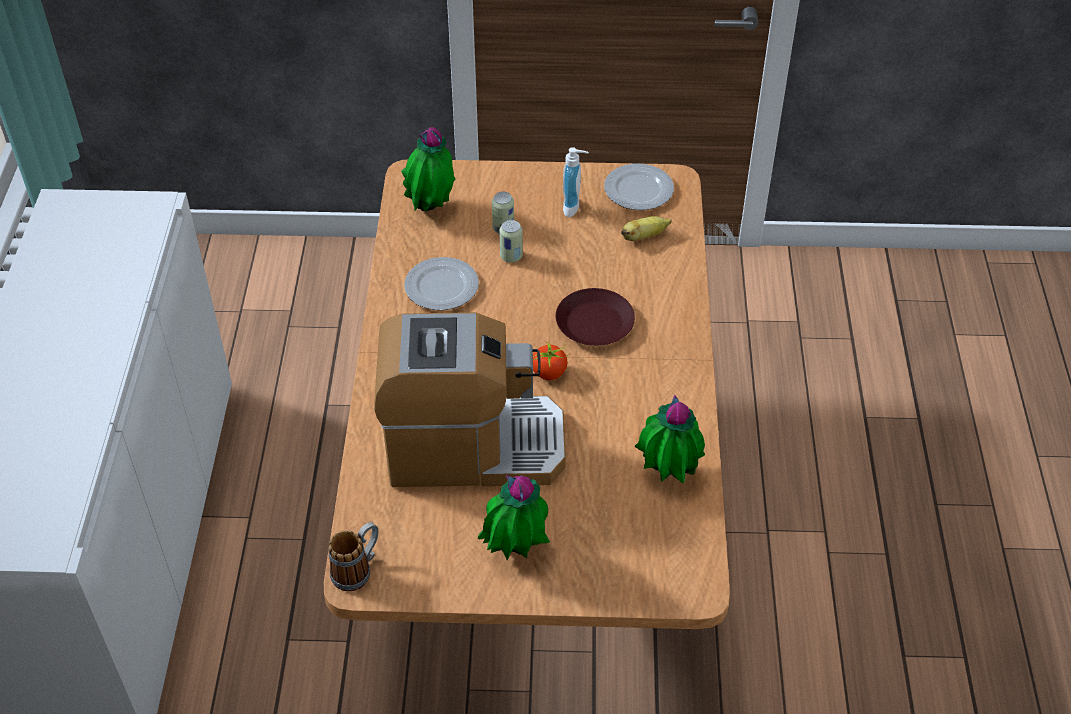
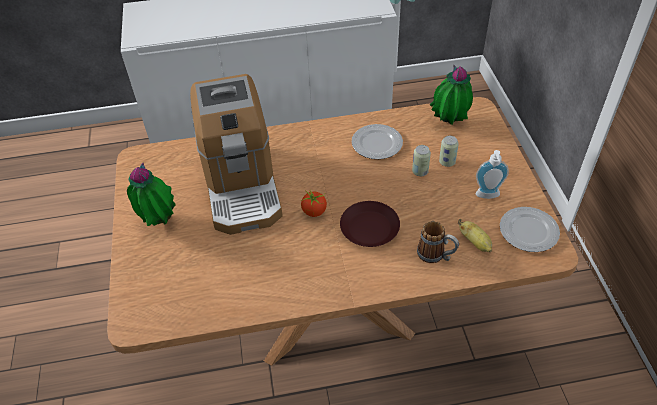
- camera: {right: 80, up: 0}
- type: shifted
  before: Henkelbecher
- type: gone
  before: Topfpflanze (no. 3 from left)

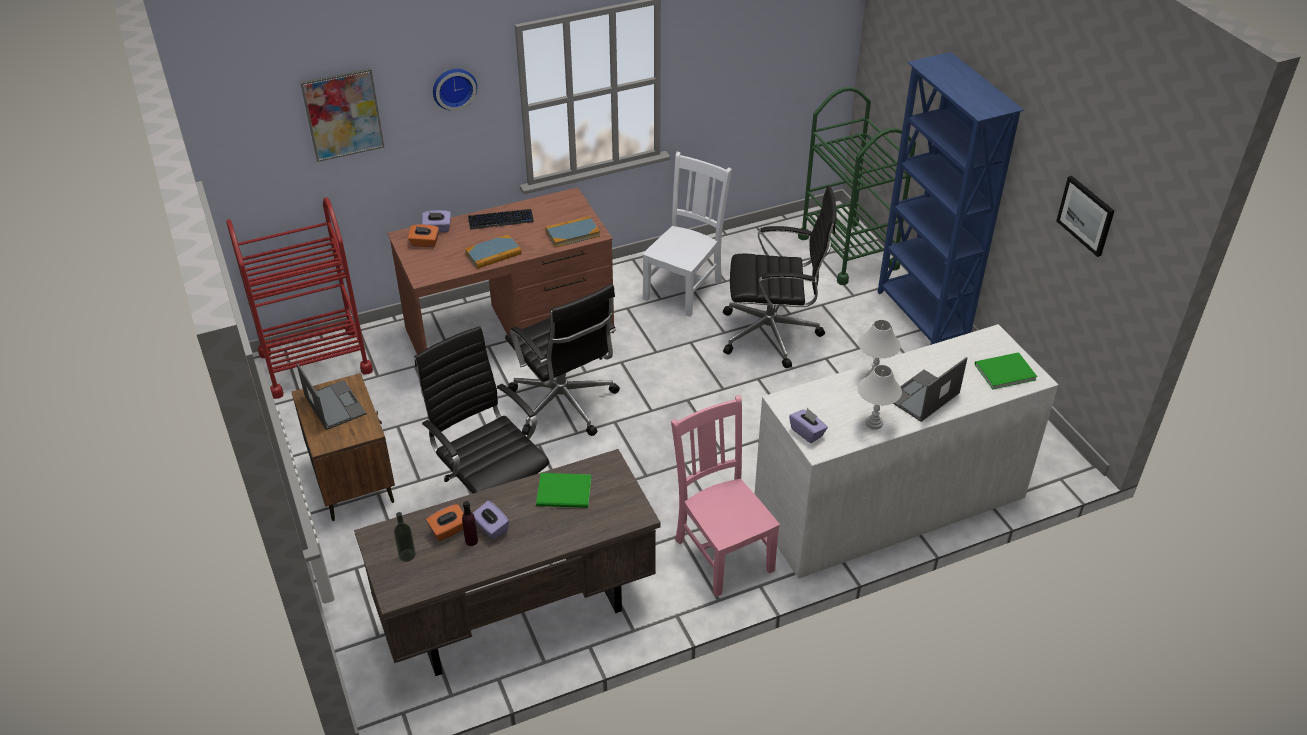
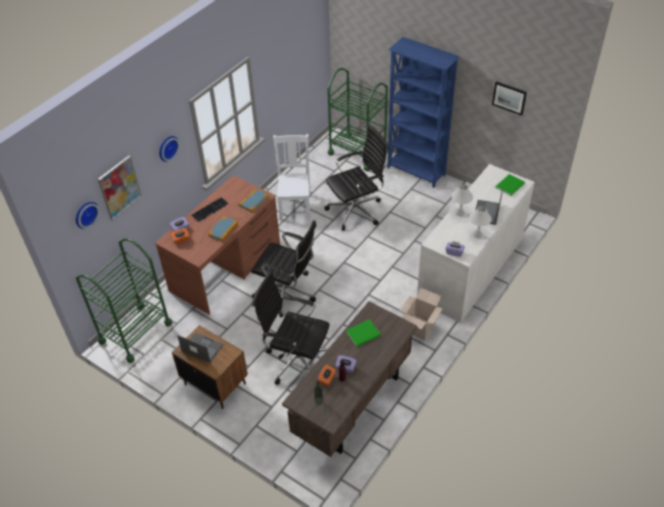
- camera: {right: -30, up: 5}
- type: new
  after: Wanduhr (no. 1 from left)
- type: repainted
  before: Rollwagen (rot)
  after: Rollwagen (grün) (no. 1 from left)
- type: swapped
  before: Stuhl (rosa)
  after: Karton

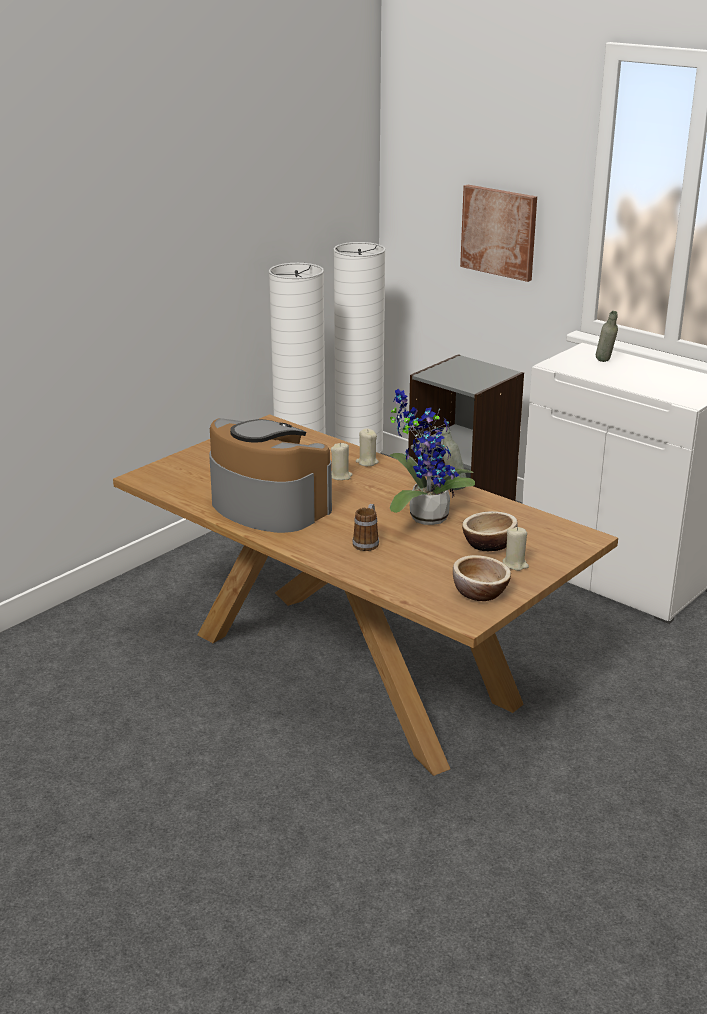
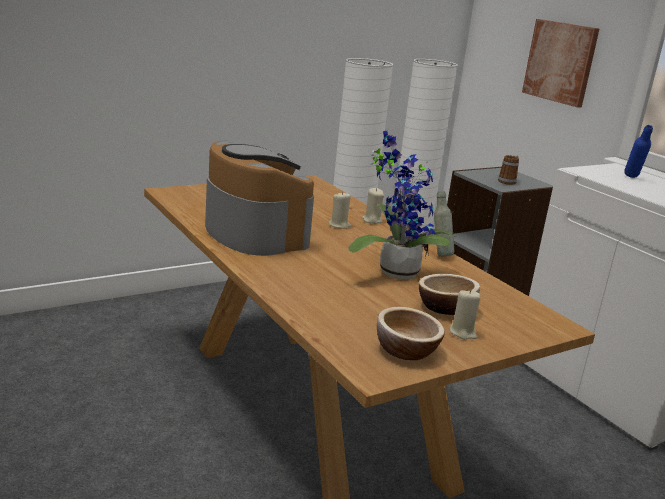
- camera: {right: 15, up: -5}
- type: shifted
  before: Henkelbecher
- type: repainted
  before: Flasche (grau) (no. 2 from left)
  after: Flasche (blau)

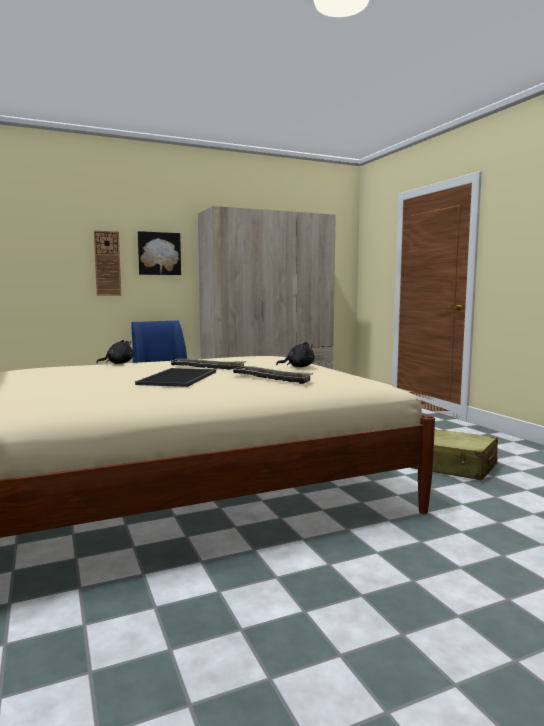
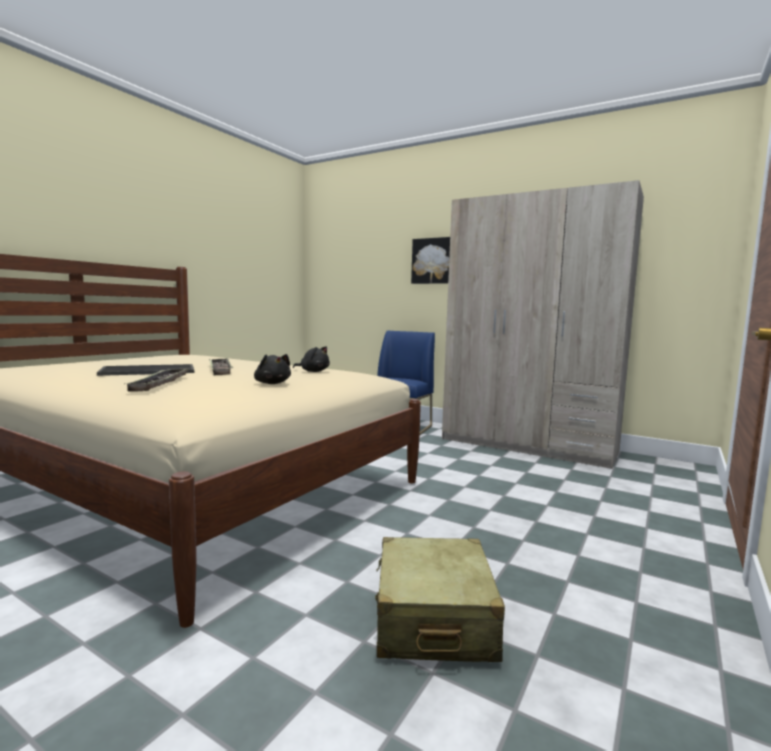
- camera: {right: 55, up: 0}
- type: shifted
  before: Plüschtier (schwarz) (no. 1 from left in the first image)
  after: Plüschtier (schwarz) (no. 2 from left)
- type: gone
  before: Wanduhr

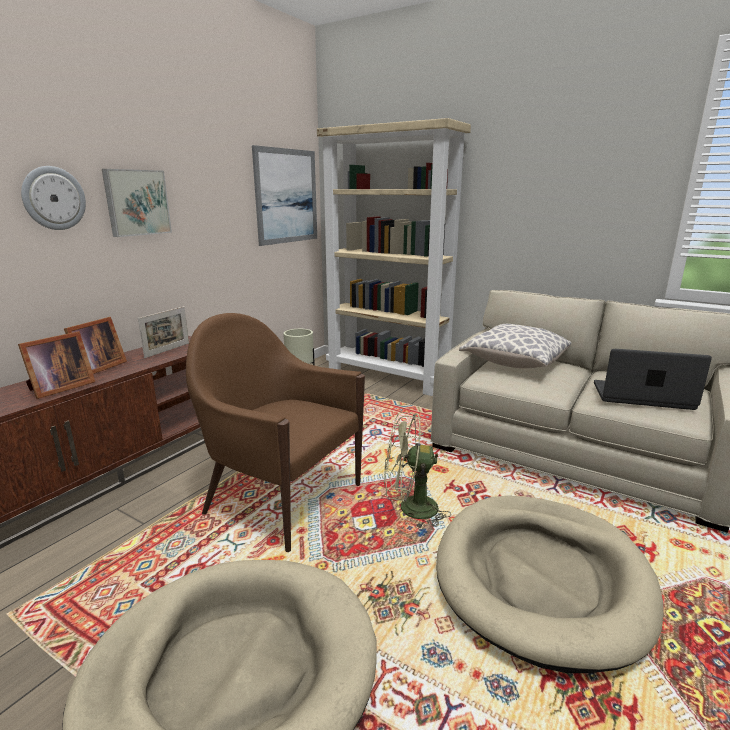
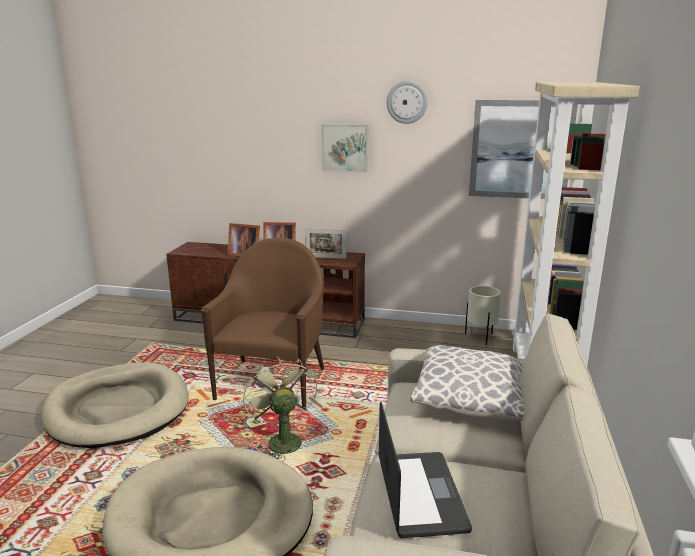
- camera: {right: 70, up: 0}
- type: shifted
  before: Wanduhr

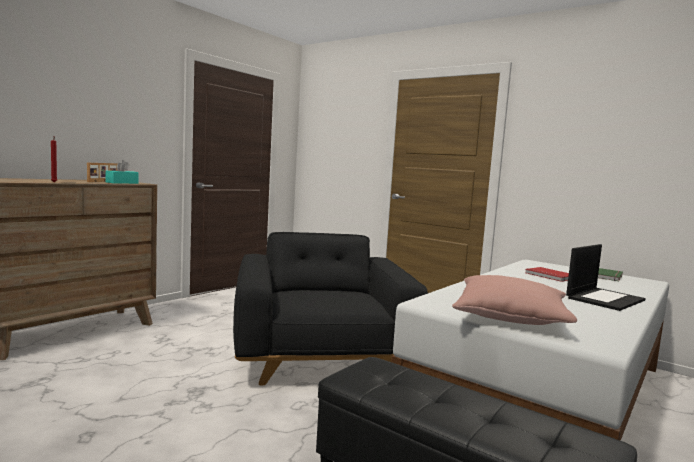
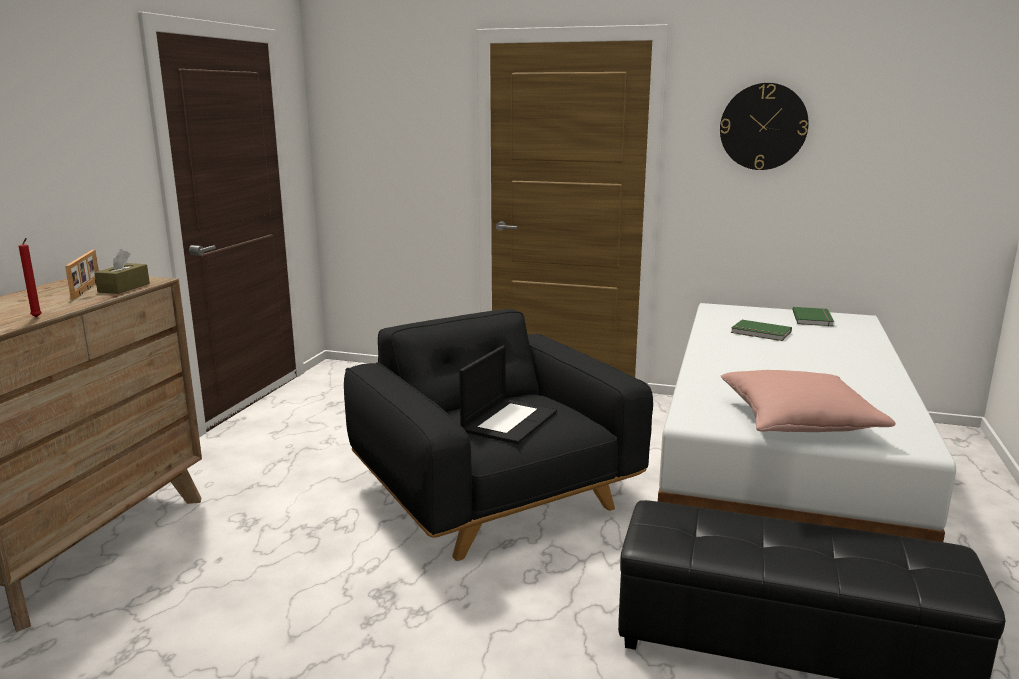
- camera: {right: -20, up: 10}
- type: repainted
  before: Taschentuchbox (türkis)
  after: Taschentuchbox (braun)
- type: shifted
  before: Laptop
- type: new
  after: Wanduhr
- type: repainted
  before: Buch (rot)
  after: Buch (grün) (no. 1 from left)

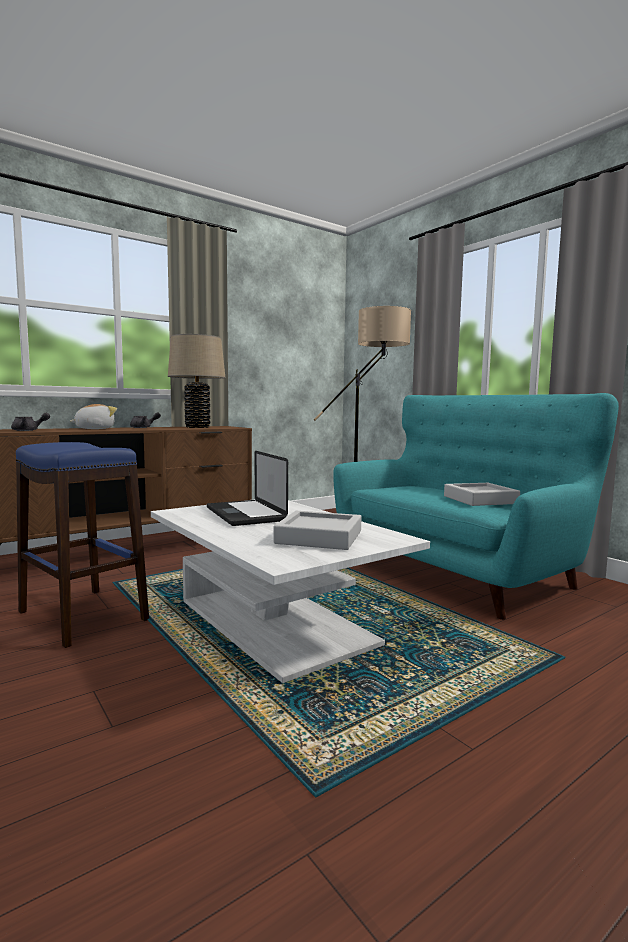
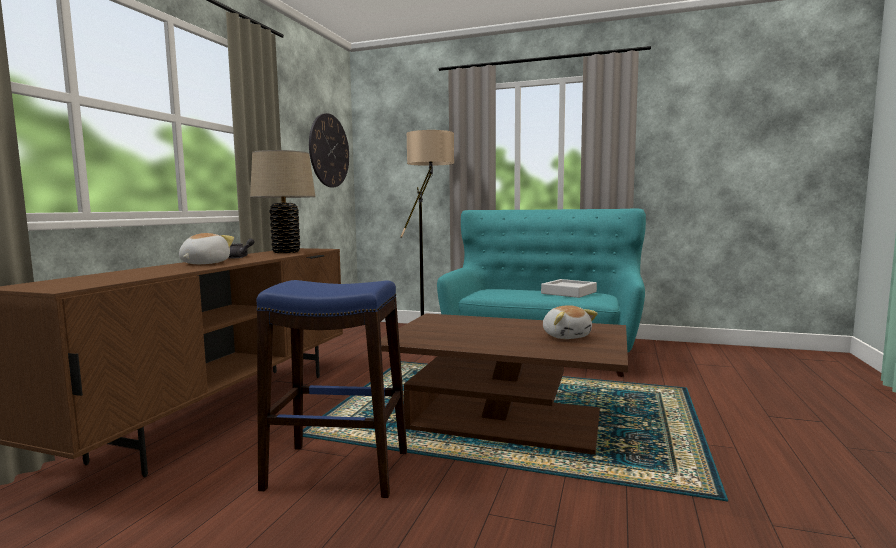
- camera: {right: -35, up: 0}
- type: new
  after: Wanduhr
- type: repainted
  before: Couchtisch (weiß)
  after: Couchtisch (braun)
- type: swapped
  before: Tablett (grau) (no. 1 from left)
  after: Plüschtier (no. 2 from left)
- type: gone
  before: Teekanne (grau) (no. 1 from left)
- type: gone
  before: Laptop

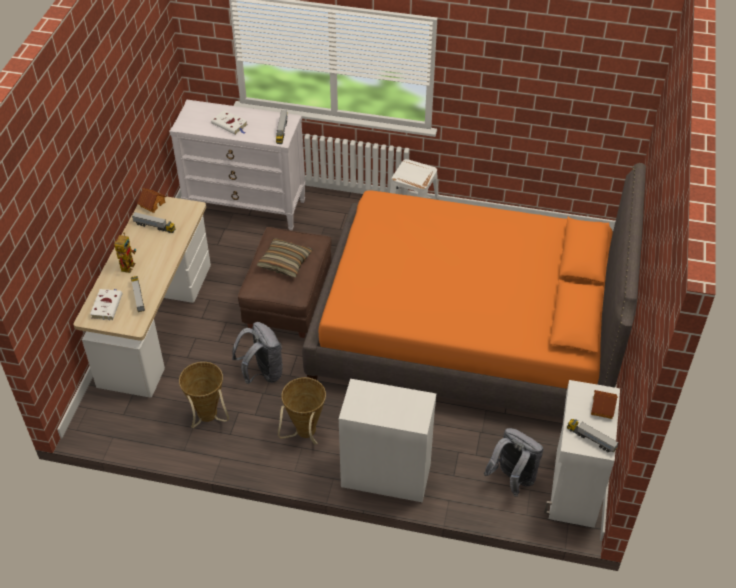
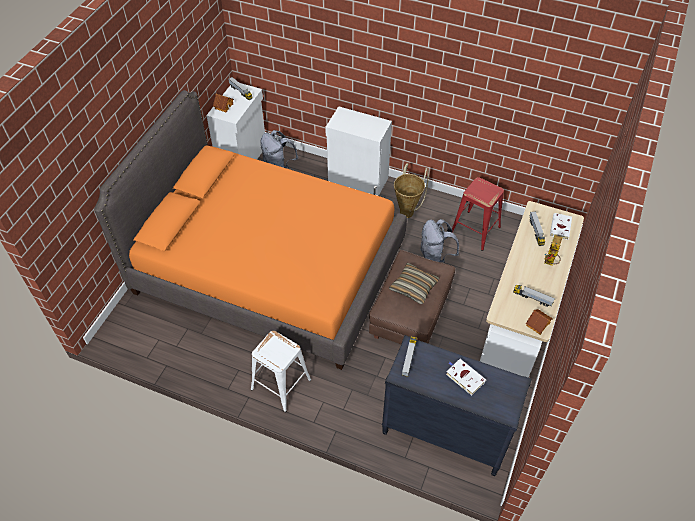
- camera: {right: -170, up: 5}
- type: repainted
  before: Kommode (weiß)
  after: Kommode (schwarz)
- type: swapped
  before: Korb (no. 1 from left)
  after: Hocker (rot)

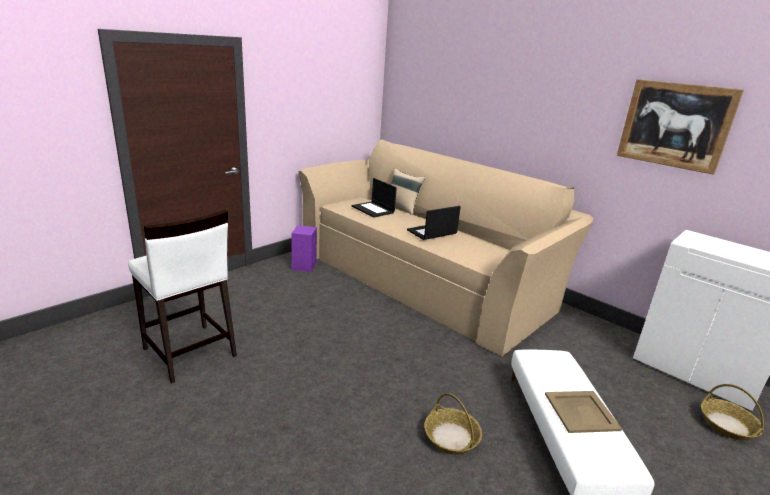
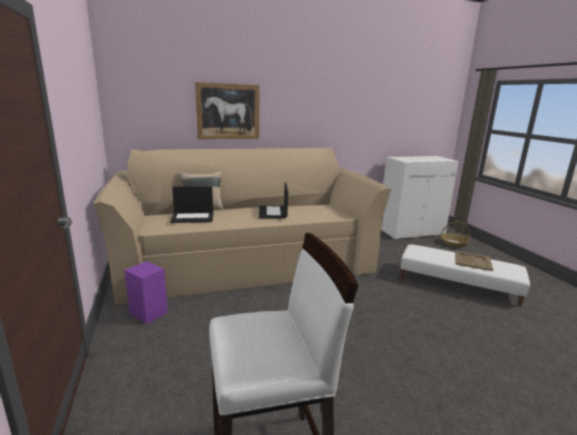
- camera: {right: -60, up: -5}
- type: shifted
  before: Bild
- type: gone
  before: Korb (no. 1 from left)

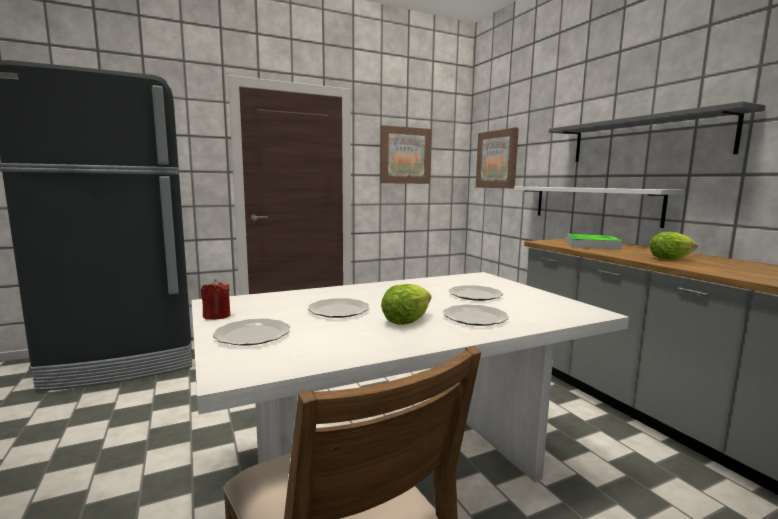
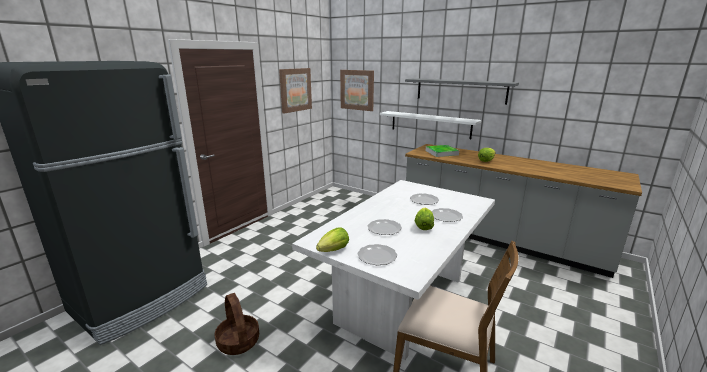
- camera: {right: -30, up: 10}
- type: new
  after: Korb
- type: swapped
  before: Kerze (rot)
  after: Salatkopf (no. 1 from left)

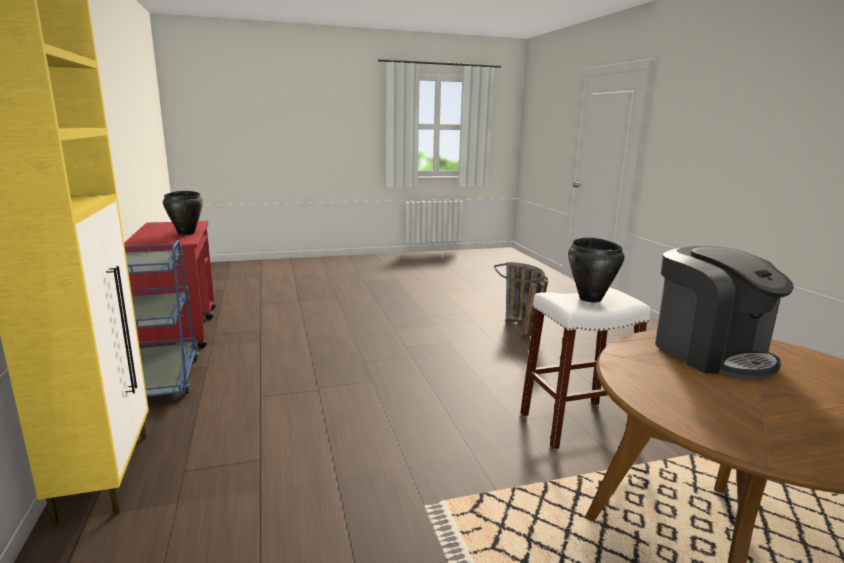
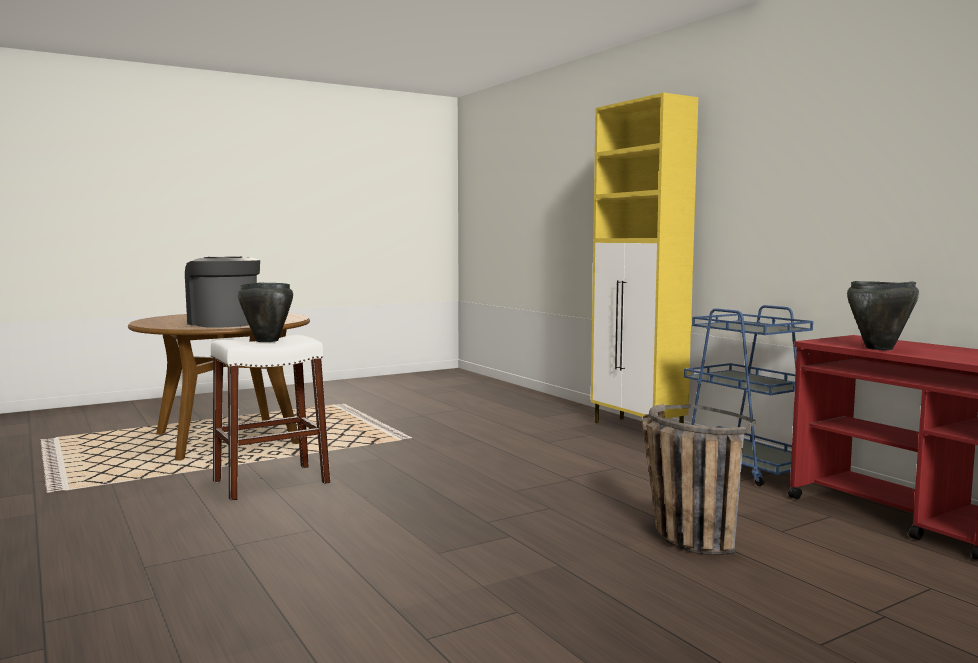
- camera: {right: 165, up: -10}
- type: shifted
  before: Korb

